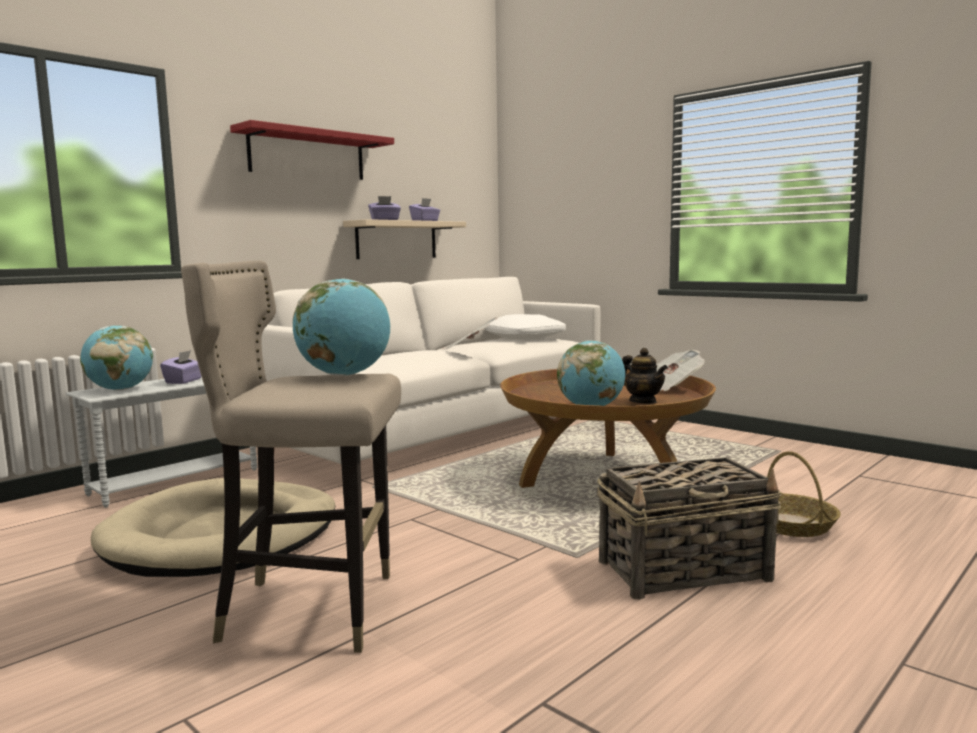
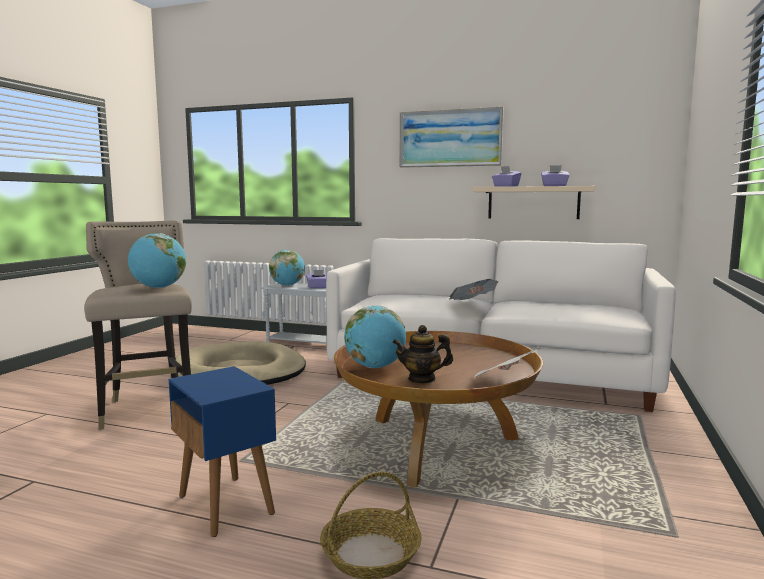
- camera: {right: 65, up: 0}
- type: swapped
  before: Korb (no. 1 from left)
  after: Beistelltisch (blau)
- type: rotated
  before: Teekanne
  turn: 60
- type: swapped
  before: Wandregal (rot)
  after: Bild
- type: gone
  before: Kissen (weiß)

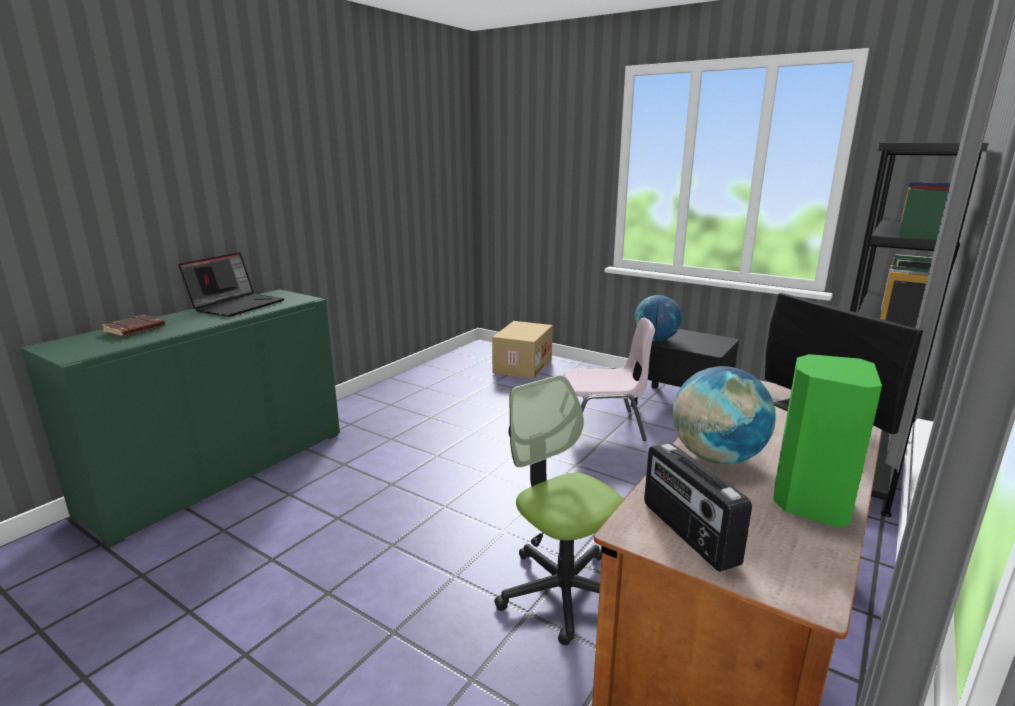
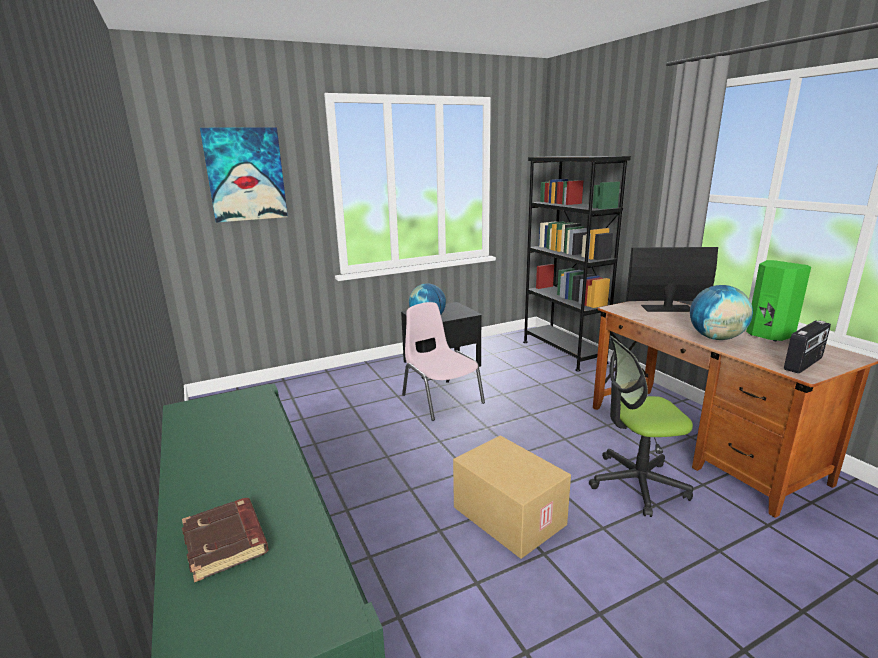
- camera: {right: -60, up: 0}
- type: new
  after: Bild
- type: rotated
  before: Stuhl (rosa)
  turn: -60
- type: shifted
  before: Karton
- type: rotated
  before: Radio
  turn: -45
- type: gone
  before: Laptop

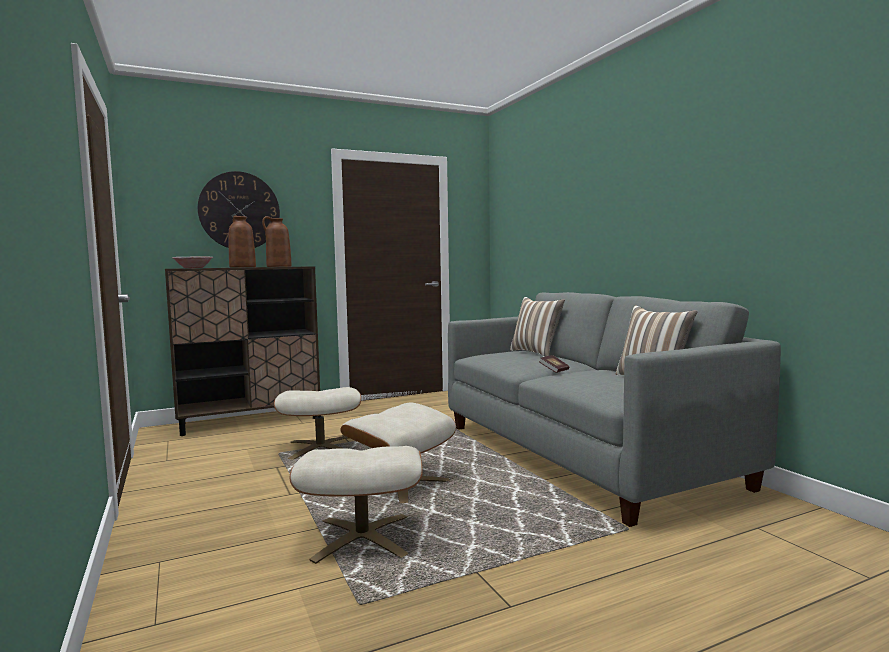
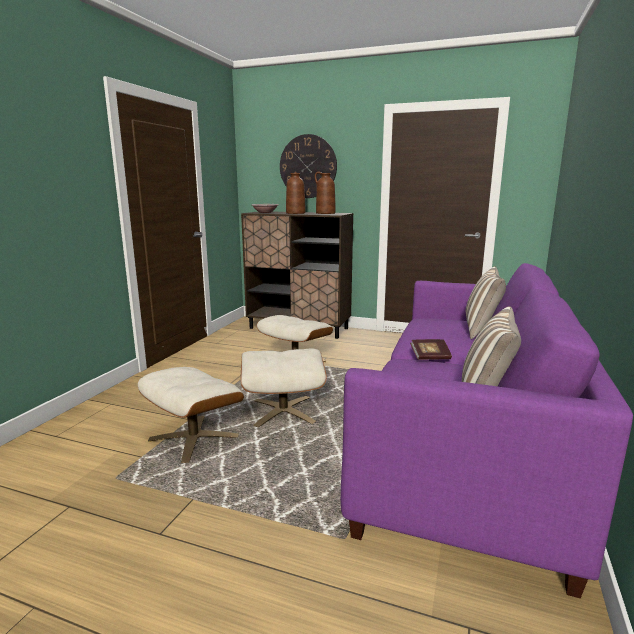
- camera: {right: 45, up: 10}
- type: repainted
  before: Sofa (grau)
  after: Sofa (lila)

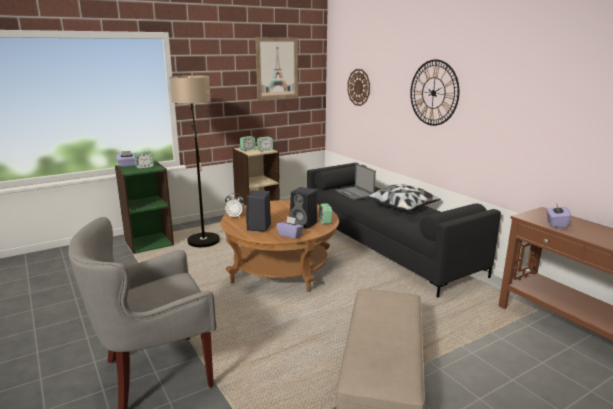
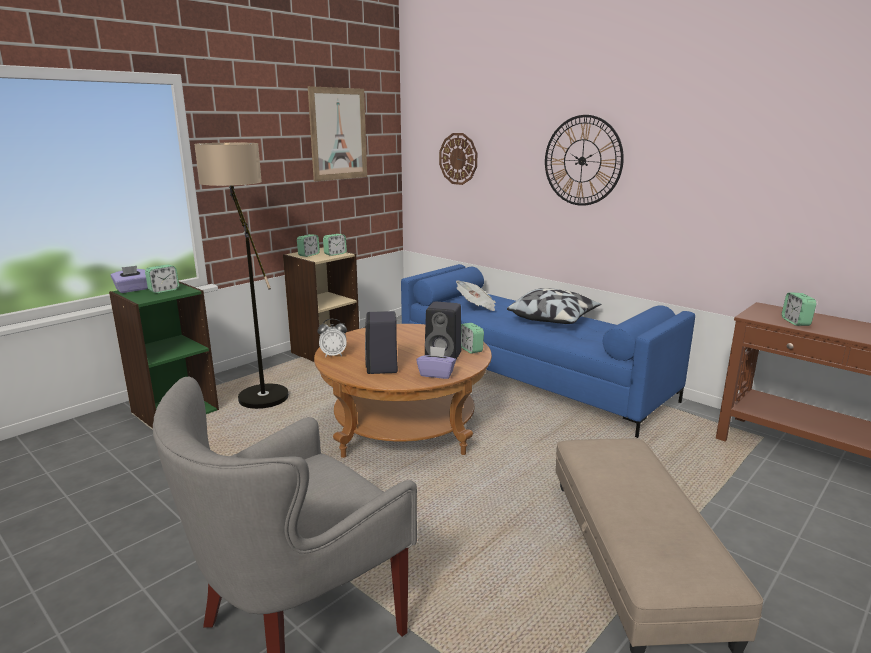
- camera: {right: -15, up: 0}
- type: repainted
  before: Sofa (schwarz)
  after: Sofa (blau)
- type: swapped
  before: Laptop
  after: Zeitung
- type: swapped
  before: Taschentuchbox (lila) (no. 3 from left)
  after: Wecker (no. 6 from left)

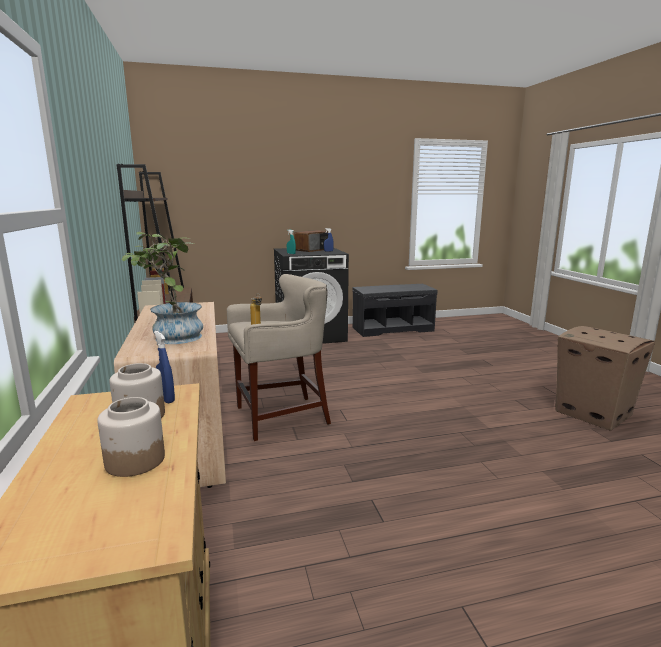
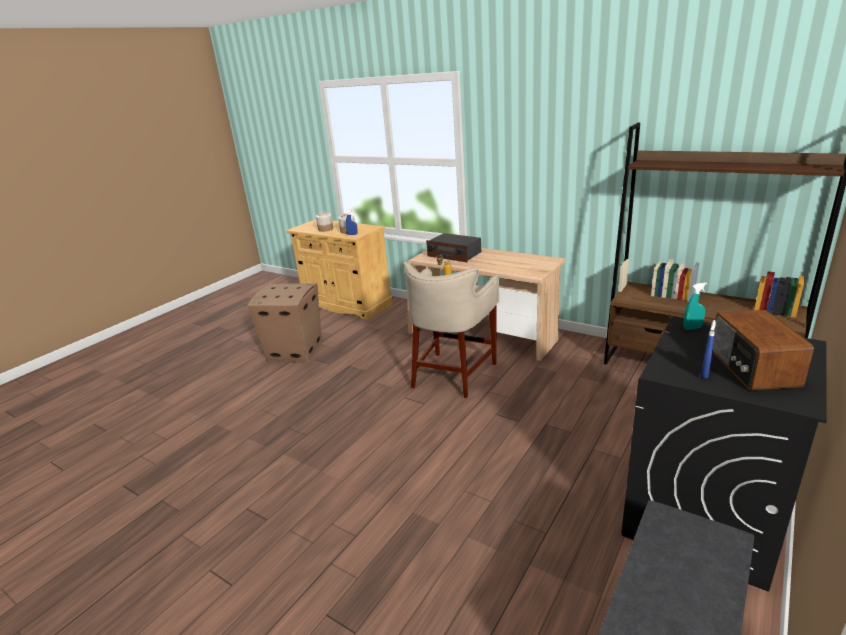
- camera: {right: 140, up: 10}
- type: shifted
  before: Karton
- type: swapped
  before: Topfpflanze
  after: Radio (no. 1 from left)

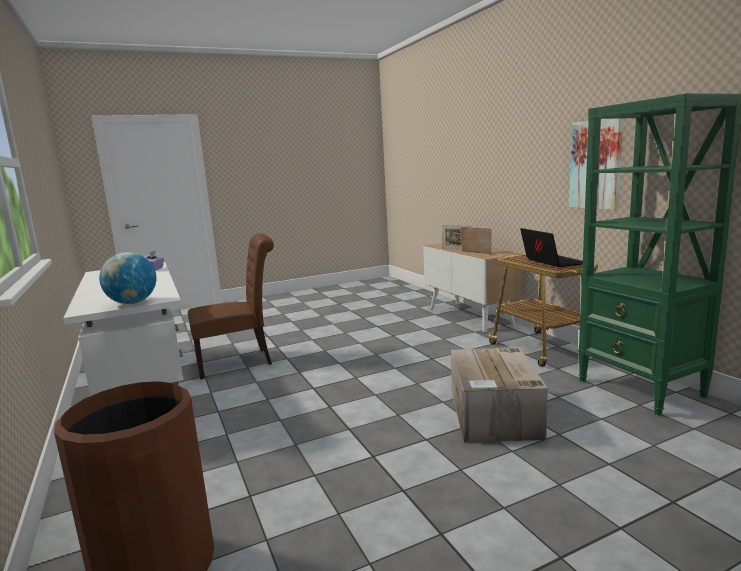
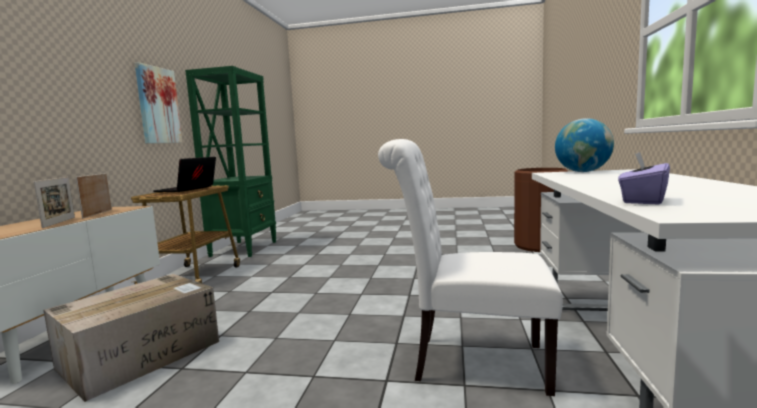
- camera: {right: -145, up: -5}
- type: shifted
  before: Karton
- type: repainted
  before: Stuhl (braun)
  after: Stuhl (weiß)

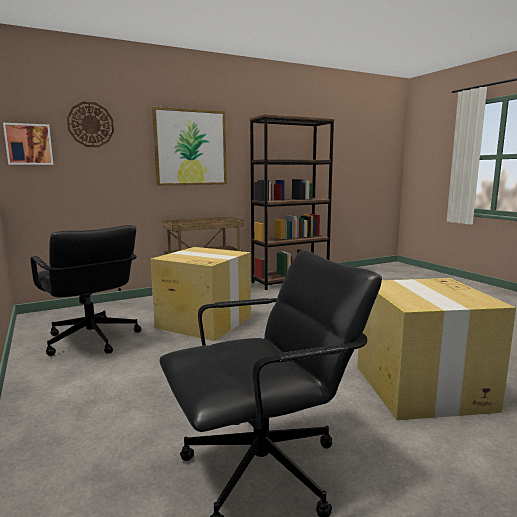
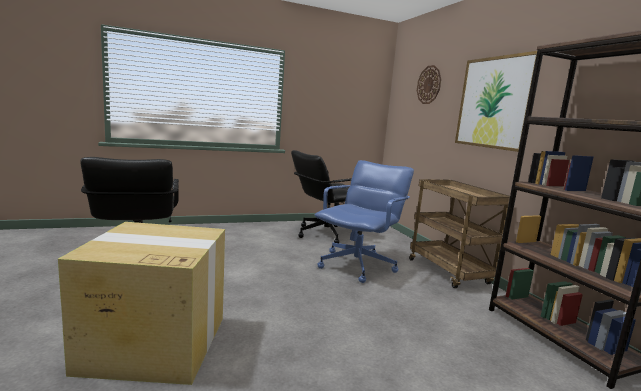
- camera: {right: 95, up: 0}
- type: swapped
  before: Karton (no. 1 from left)
  after: Bürostuhl (blau)
- type: gone
  before: Bild (no. 1 from left)

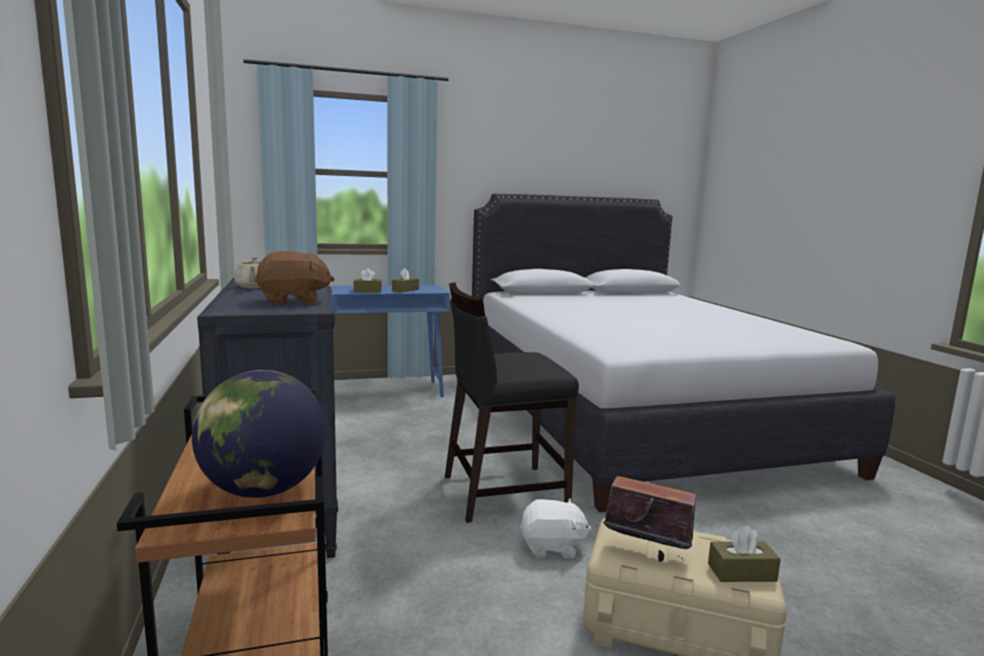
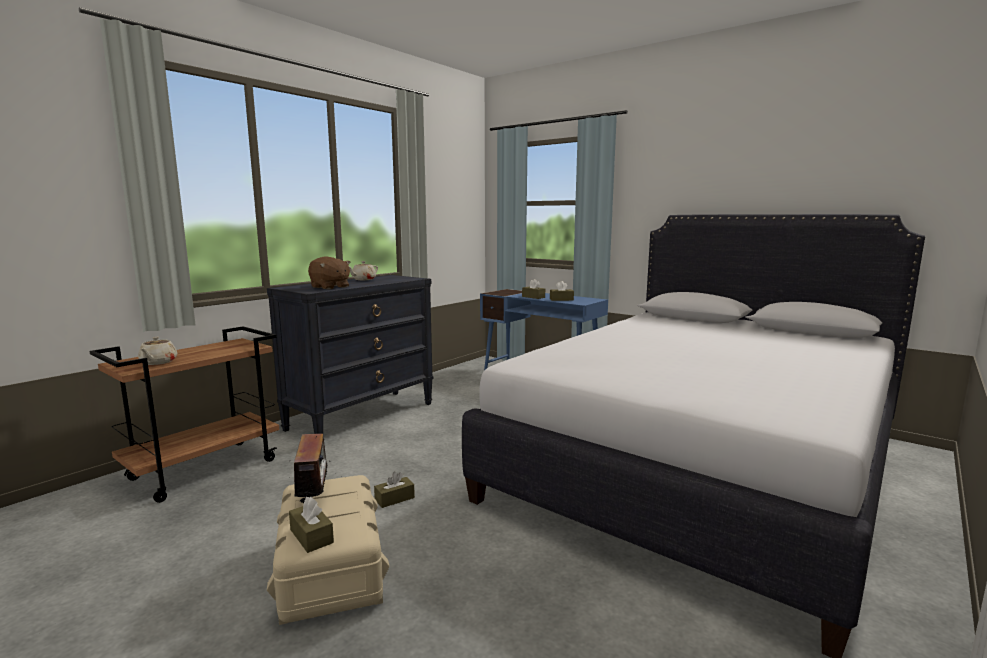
- camera: {right: 55, up: 0}
- type: swapped
  before: Globus
  after: Teekanne (beige) (no. 1 from left)
- type: swapped
  before: Plüschtier (weiß)
  after: Taschentuchbox (braun) (no. 2 from left)
- type: gone
  before: Stuhl (schwarz)

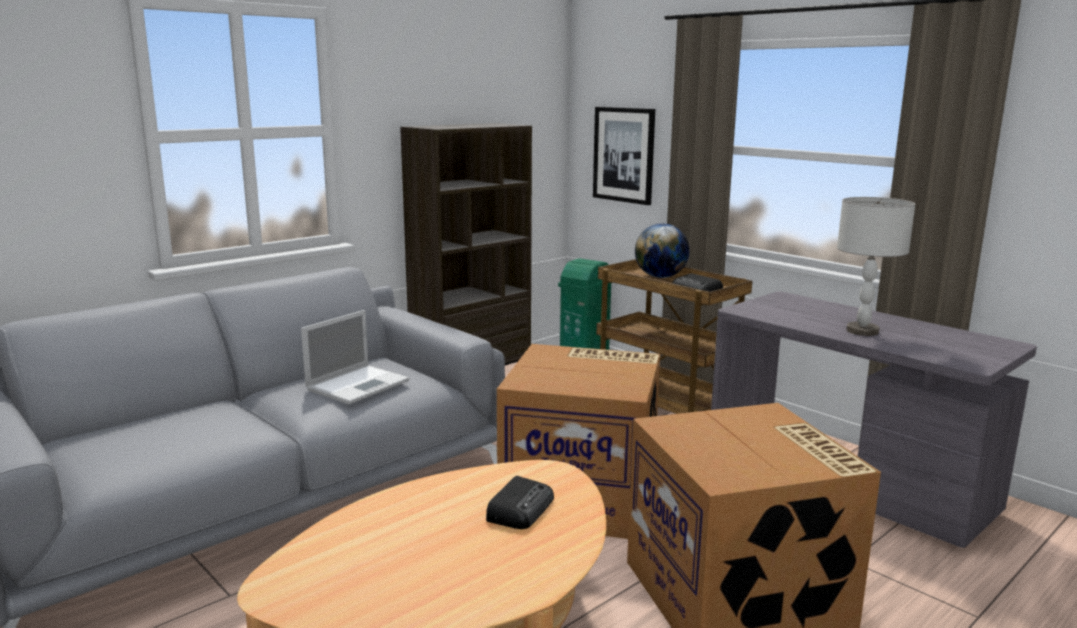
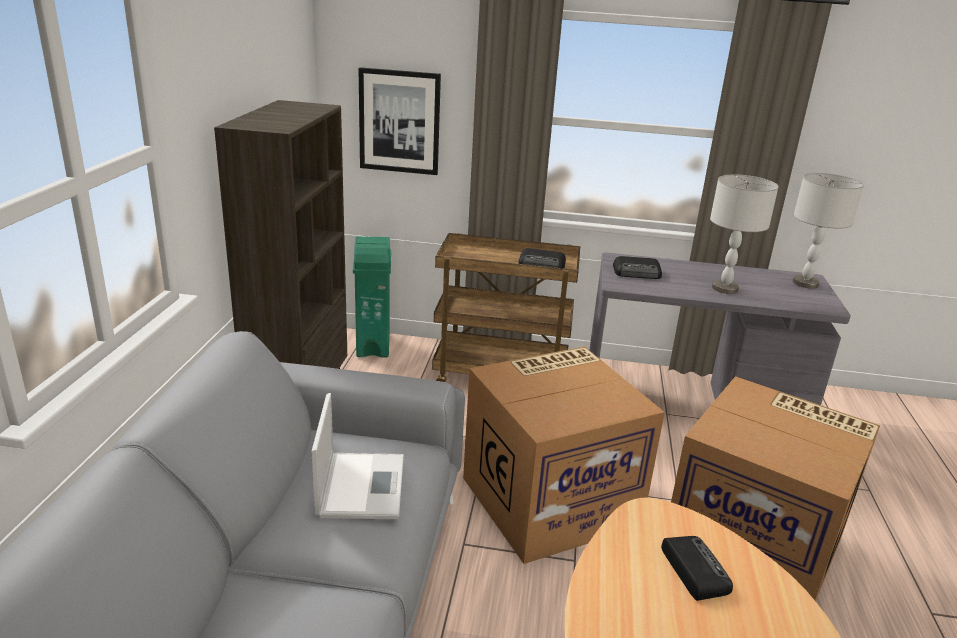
- camera: {right: -40, up: 10}
- type: new
  after: Radio (no. 2 from left)
- type: new
  after: Tischlampe (grau) (no. 2 from left)
- type: gone
  before: Globus

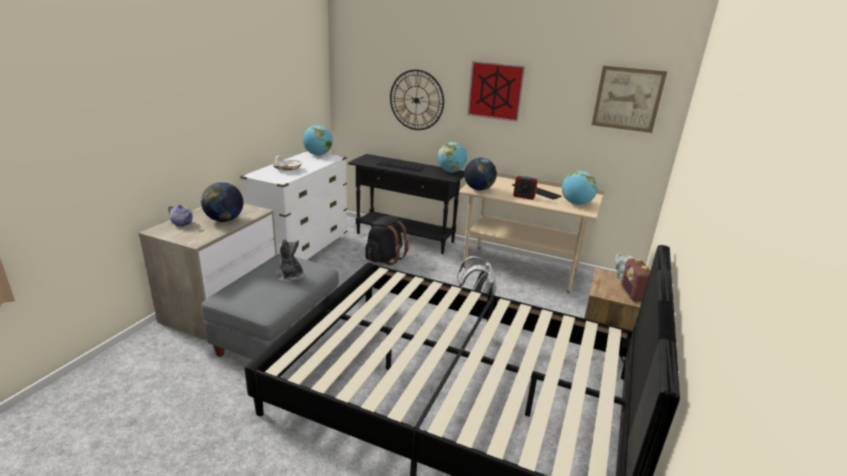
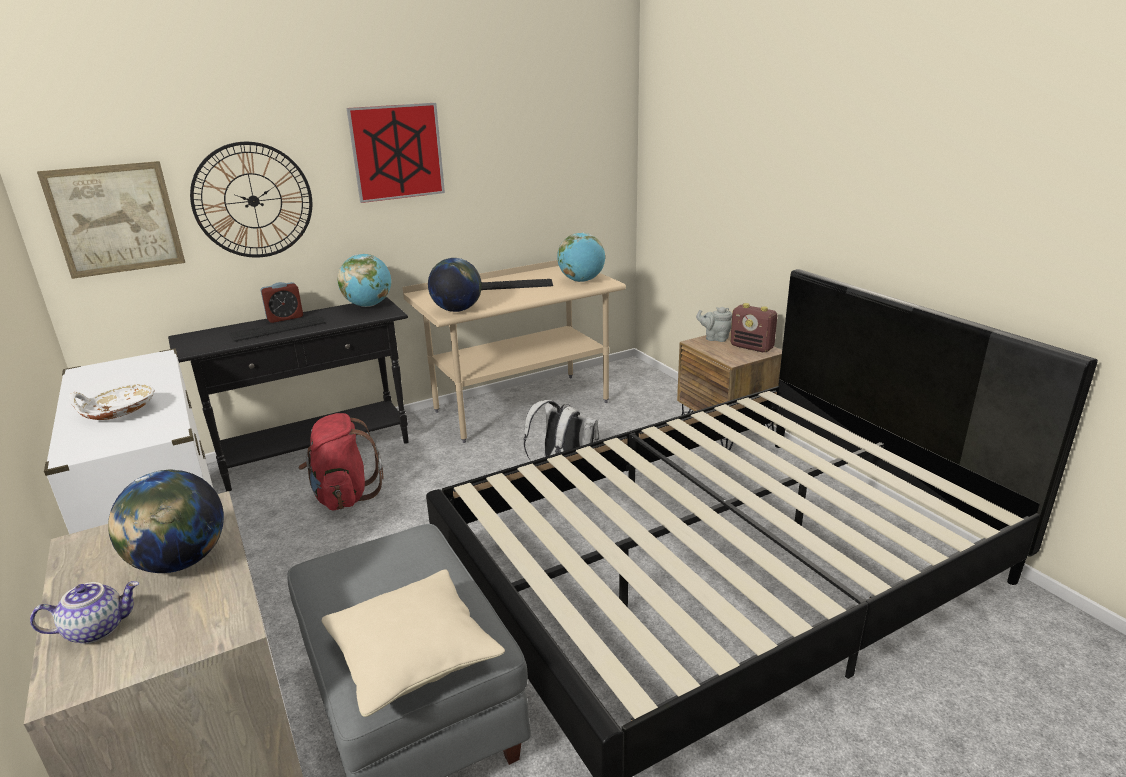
- camera: {right: -50, up: 0}
- type: shifted
  before: Bild (no. 2 from left in the first image)
  after: Bild (no. 1 from left)
- type: shifted
  before: Wecker
- type: repainted
  before: Rucksack (schwarz)
  after: Rucksack (rot)
- type: new
  after: Kissen (beige)
- type: gone
  before: Plüschtier
- type: gone
  before: Globus (no. 2 from left)

